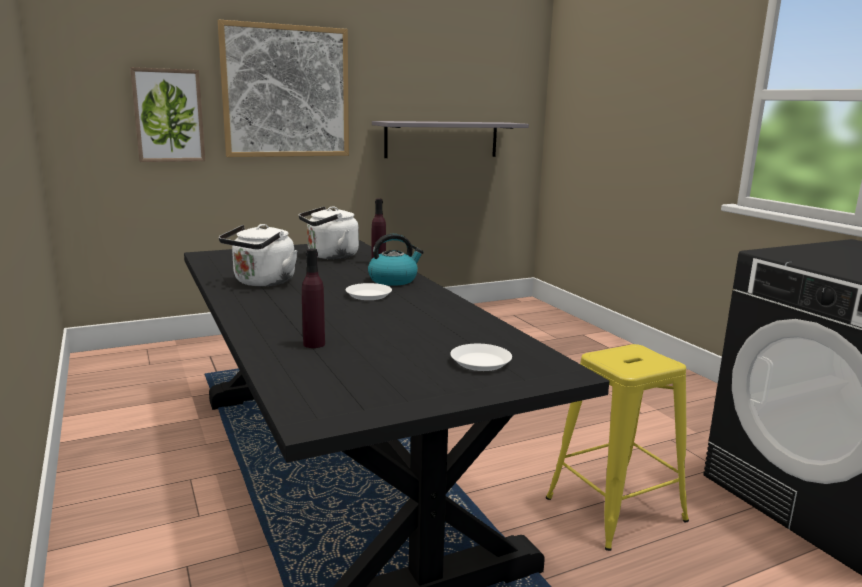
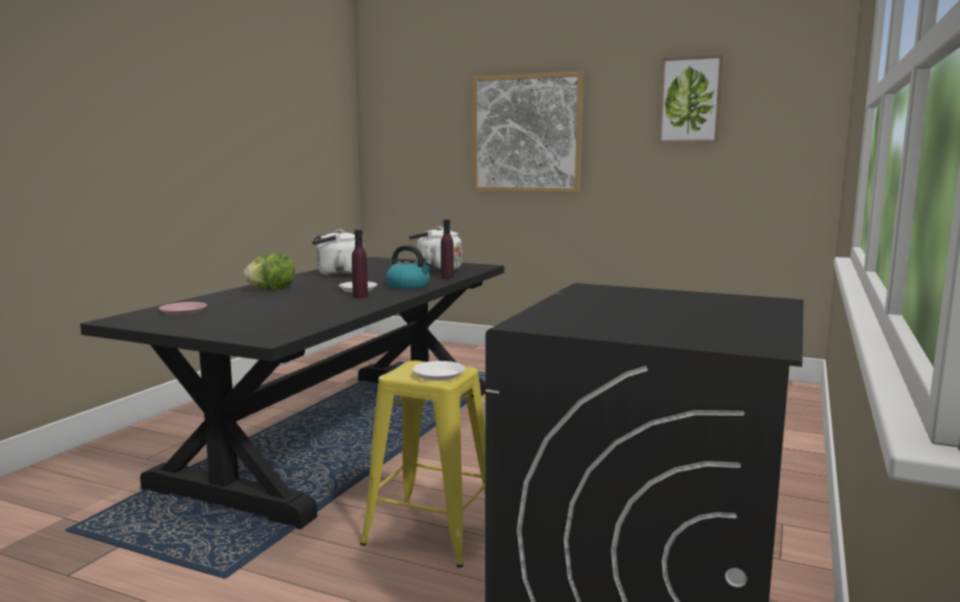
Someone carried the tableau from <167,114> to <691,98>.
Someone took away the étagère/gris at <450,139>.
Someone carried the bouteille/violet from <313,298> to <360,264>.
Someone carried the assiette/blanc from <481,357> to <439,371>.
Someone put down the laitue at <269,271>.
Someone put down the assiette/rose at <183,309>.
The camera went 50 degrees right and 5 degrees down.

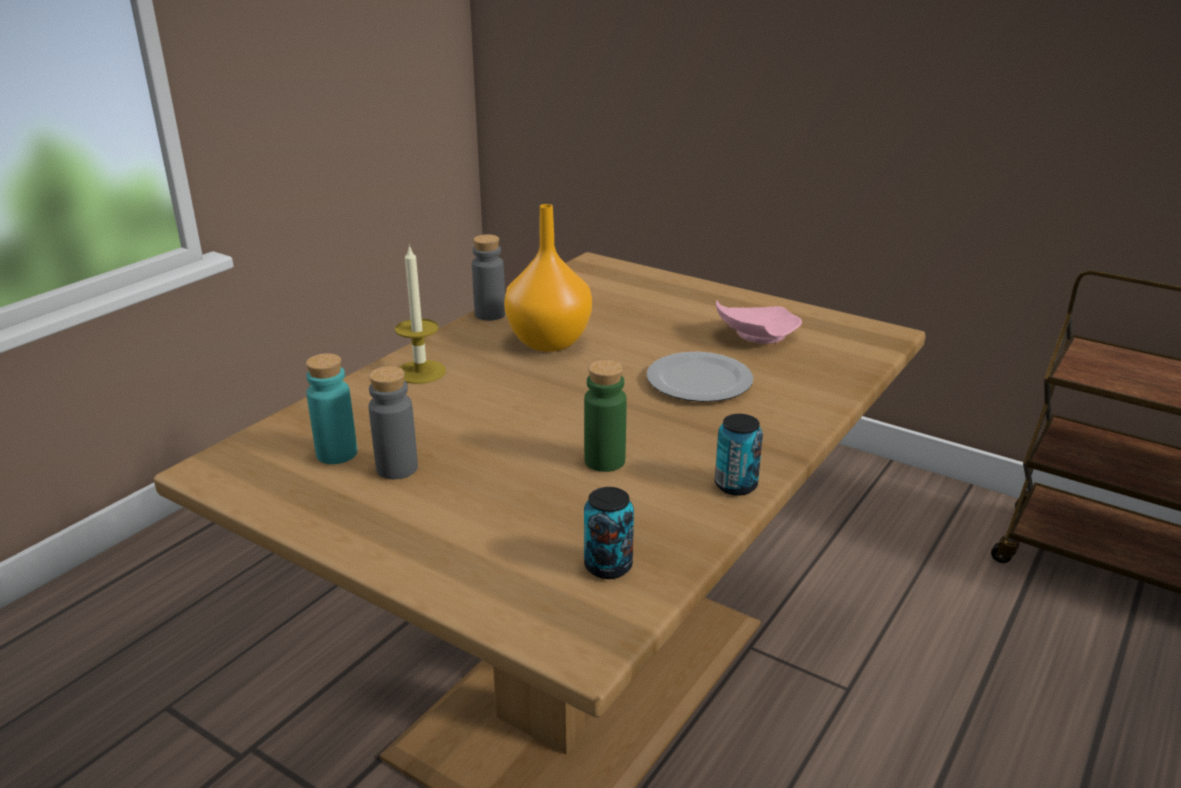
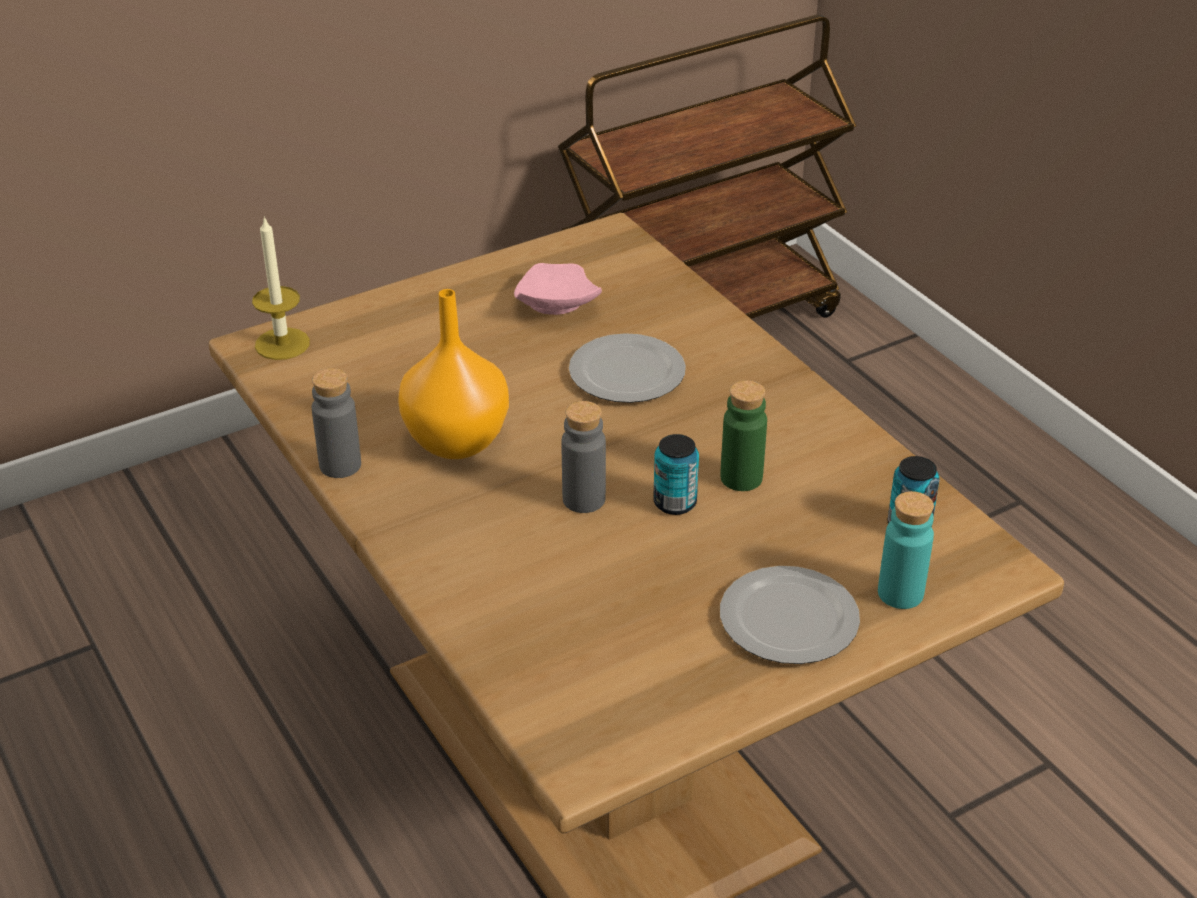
Someone carried the bougie from <420,314> to <281,288>.
Someone carried the bouteille/turquoise from <331,408> to <906,550>.
Someone carried the bouteille/gris from <393,422> to <584,457>.
Someone carried the boîte métallique from <739,455> to <676,474>.
Someone put down the assiette at <790,615>.
The camera went 65 degrees left and 10 degrees up.

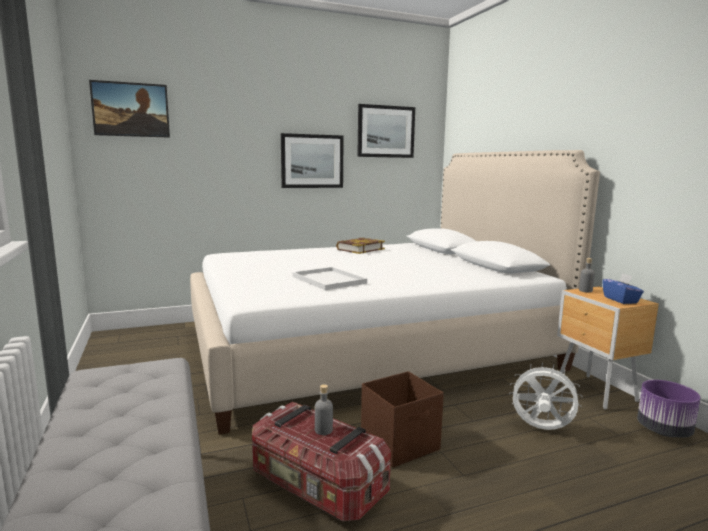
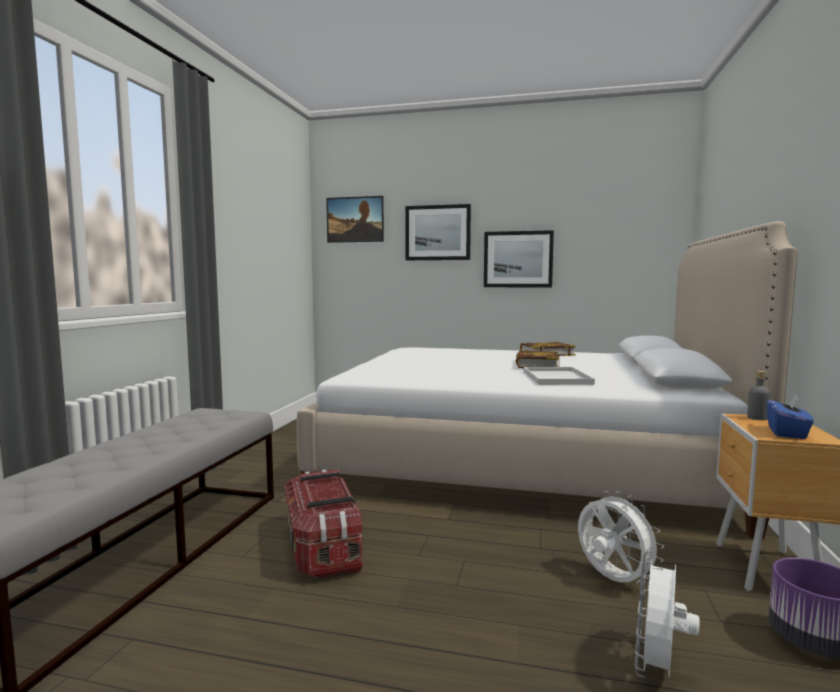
Someone carried the tableau from <386,131> to <438,232>.
Someone carried the plateau/blanc from <330,278> to <559,376>.
Someone took away the boîte de rangement/marron at <402,419>.
Someone took away the bouteille/gris at <324,409>.
Someone put down the livre at <537,359>.
Someone put down the ventilateur/blanc at <667,614>.
The camera went 35 degrees right and 5 degrees down.

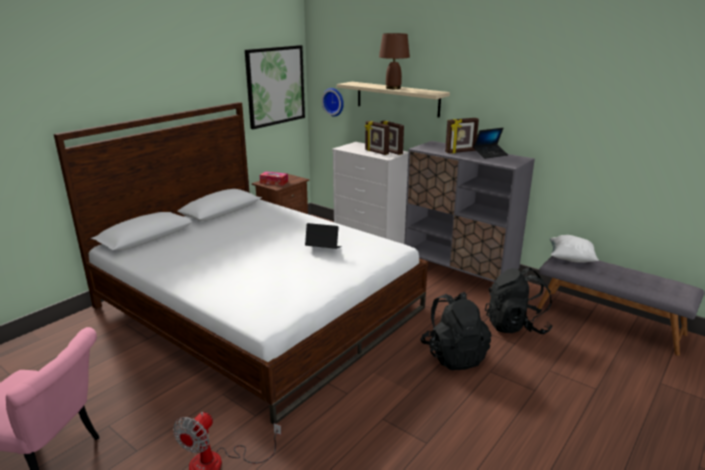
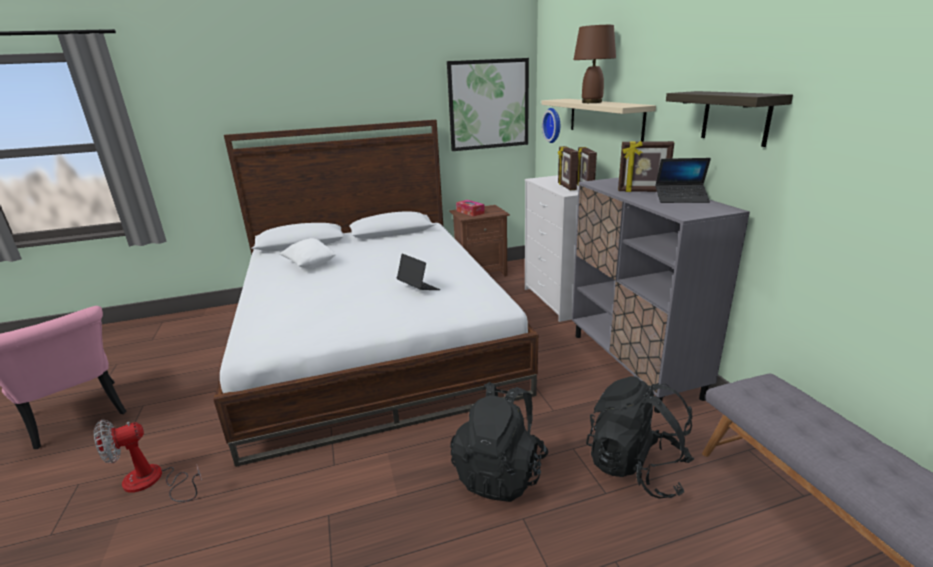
Someone carried the coussin/blanc from <574,249> to <308,253>.
Someone put up the étagère at <729,119>.
The camera went 35 degrees right and 0 degrees up.

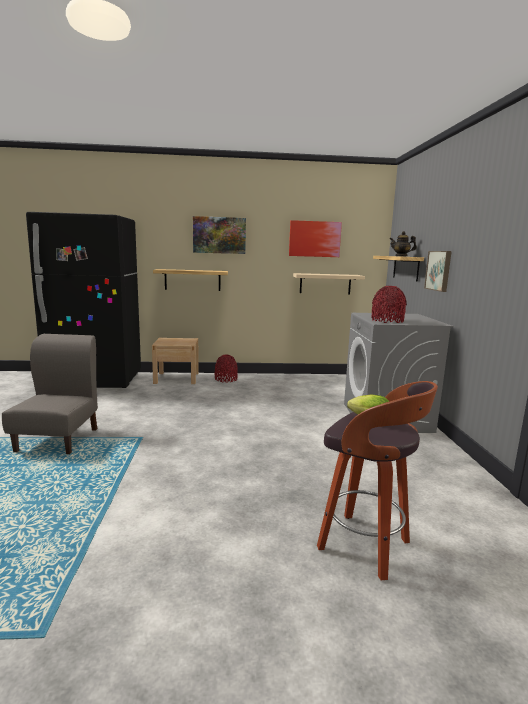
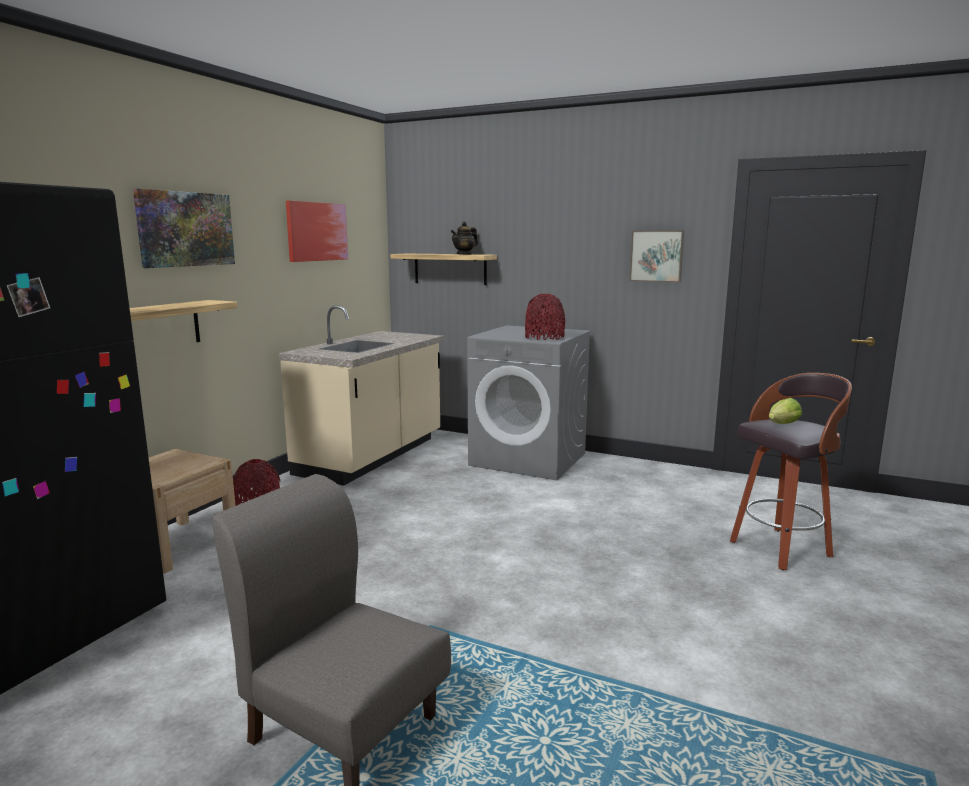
Someone carried the tableau from <438,271> to <656,256>.
Someone took away the étagère/beige at <329,283>.
Someone put down the comptoir de cuisine/beige at <361,395>.
The camera went 60 degrees left and 0 degrees up.

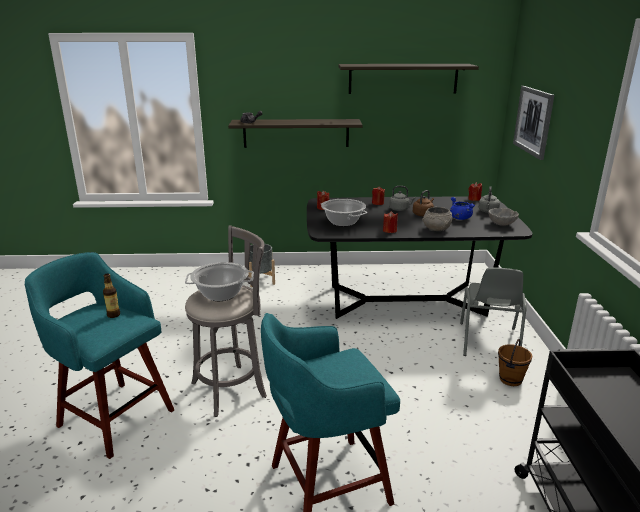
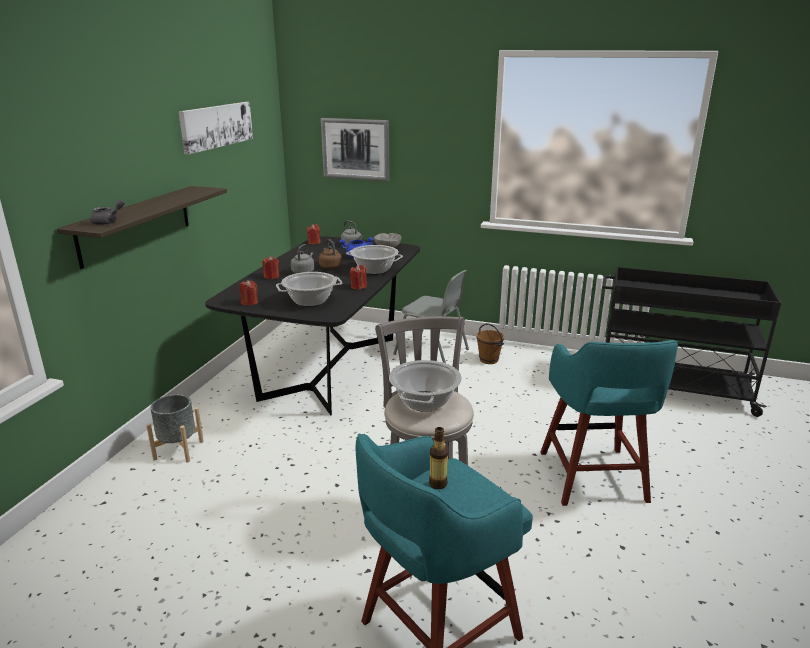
Someone swapped the étagère at <408,79> for the tableau at <216,128>.
Someone swapped the bol/gris at <437,219> for the marmite at <374,259>.
The camera went 70 degrees left and 0 degrees up.

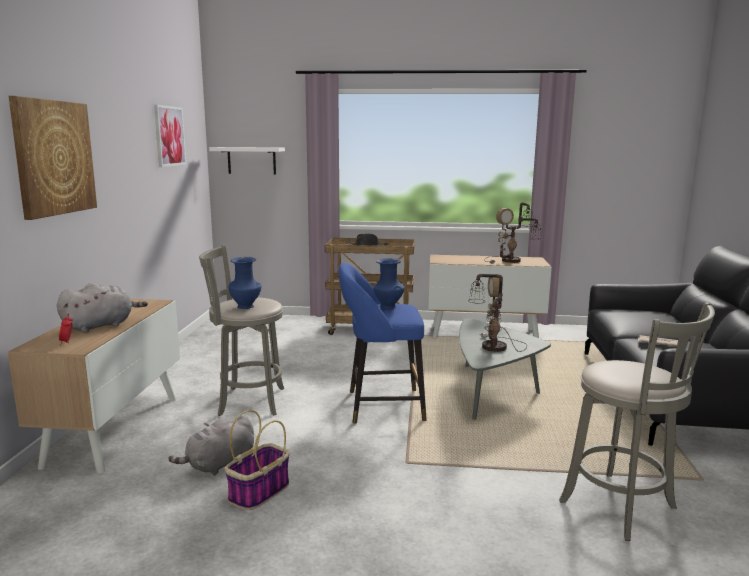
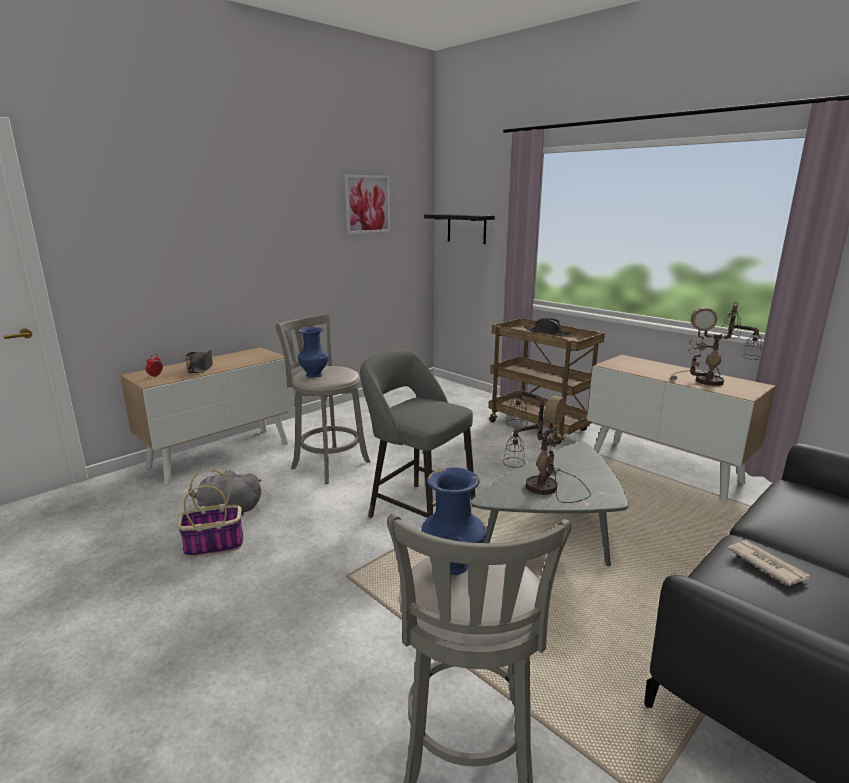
Someone took away the tableau at <53,158>.
Someone repainted the étagère/blanc at <247,160>, which became the étagère/noir at <459,229>.
Someone carried the vase/bleu from <389,283> to <453,521>.
Someone repainted the tabouret/bleu at <382,343>, which became the tabouret/gris at <418,433>.
Someone swapped the peluche/gris at <102,308> for the chapeau/noir at <199,361>.
The camera went 40 degrees right and 5 degrees up.

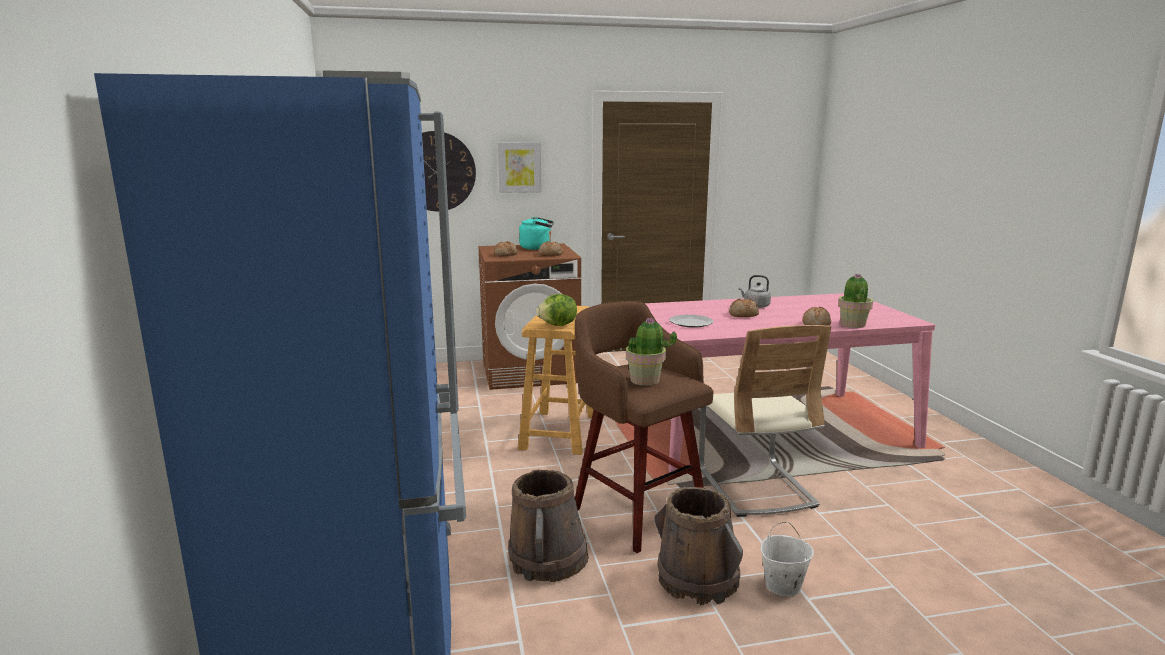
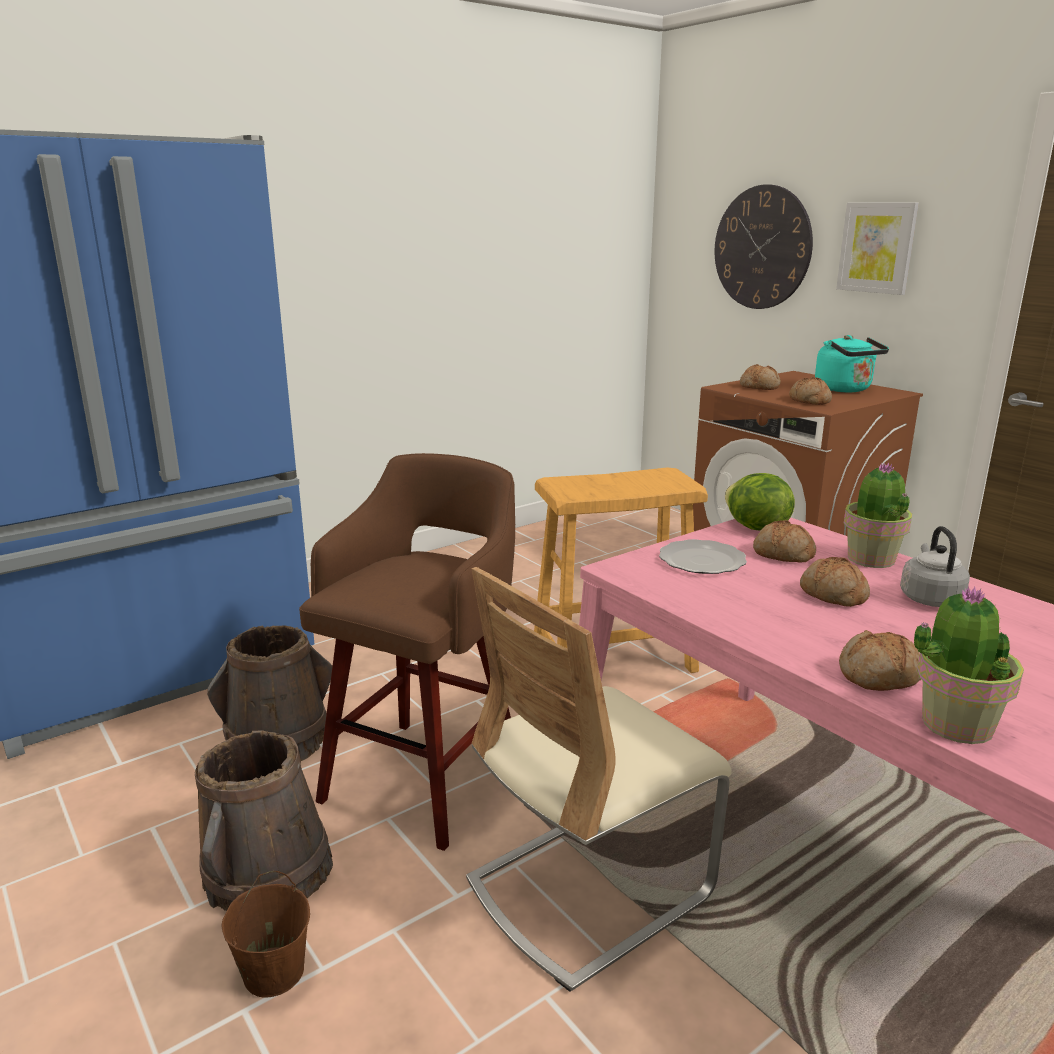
Someone carried the laitue from <556,310> to <760,502>.
Someone carried the plante en pot from <651,351> to <878,515>.
Someone repainted the seau/blanc at <787,559>, which became the seau/marron at <266,934>.
Someone put down the pain at <784,541>.
The camera went 65 degrees right and 5 degrees up.

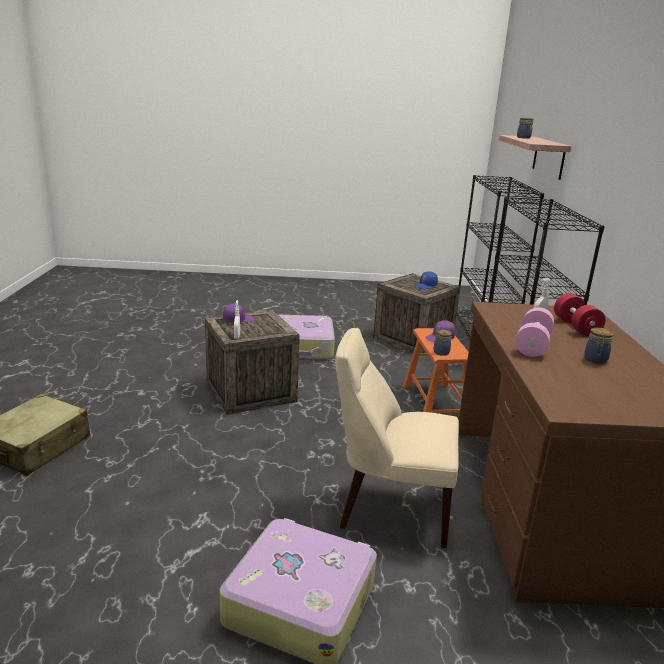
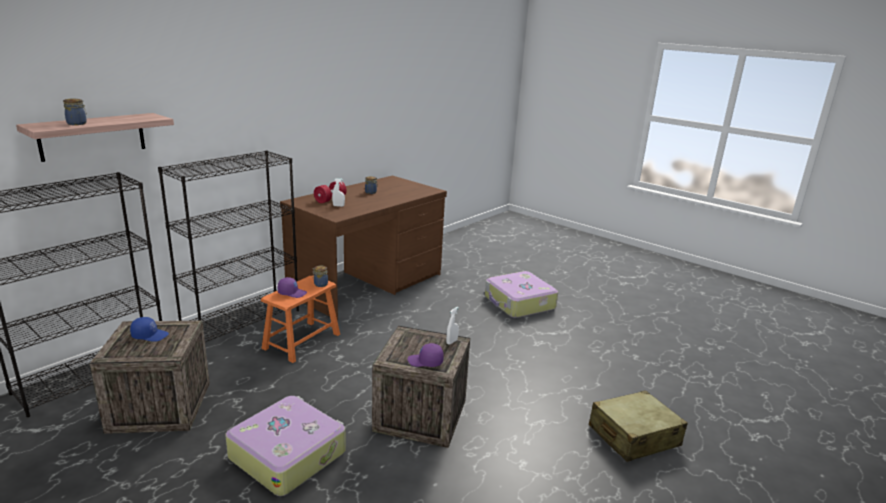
Someone took away the haltère/rose at <535,332>.
Someone took away the chaise/beige at <397,438>.
The camera went 140 degrees left and 0 degrees up.

